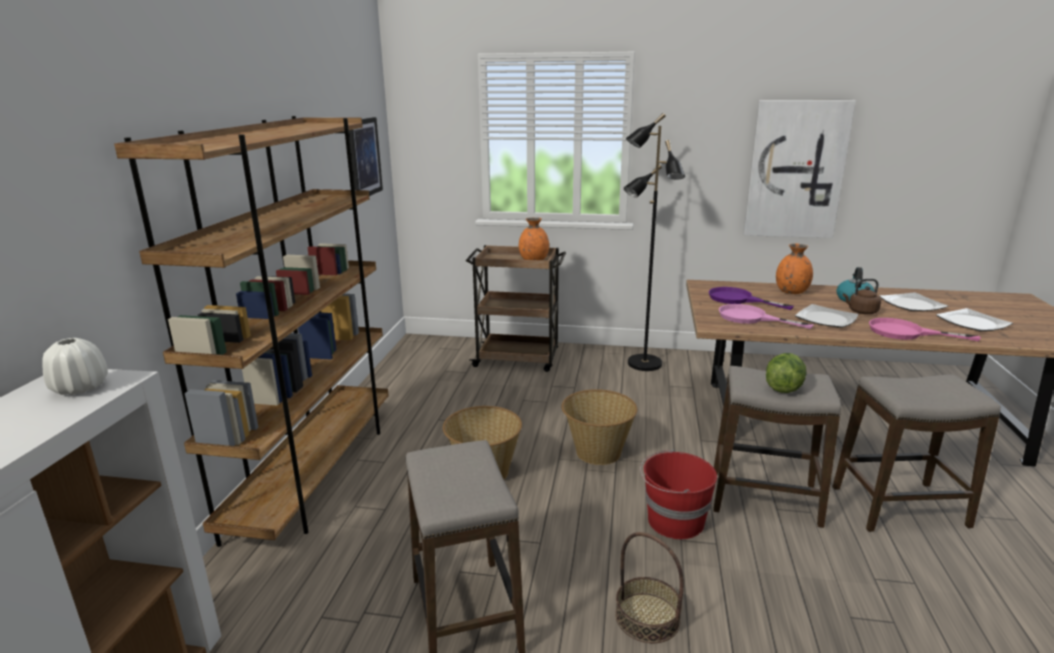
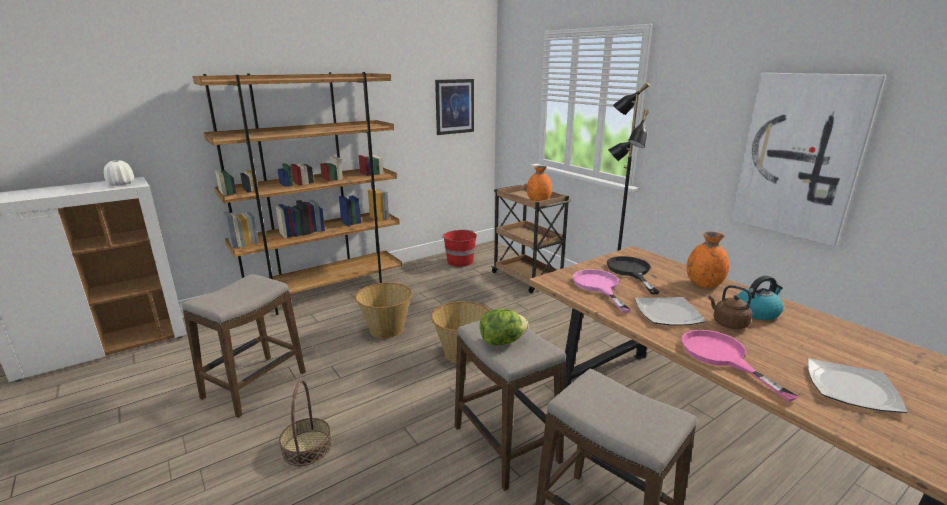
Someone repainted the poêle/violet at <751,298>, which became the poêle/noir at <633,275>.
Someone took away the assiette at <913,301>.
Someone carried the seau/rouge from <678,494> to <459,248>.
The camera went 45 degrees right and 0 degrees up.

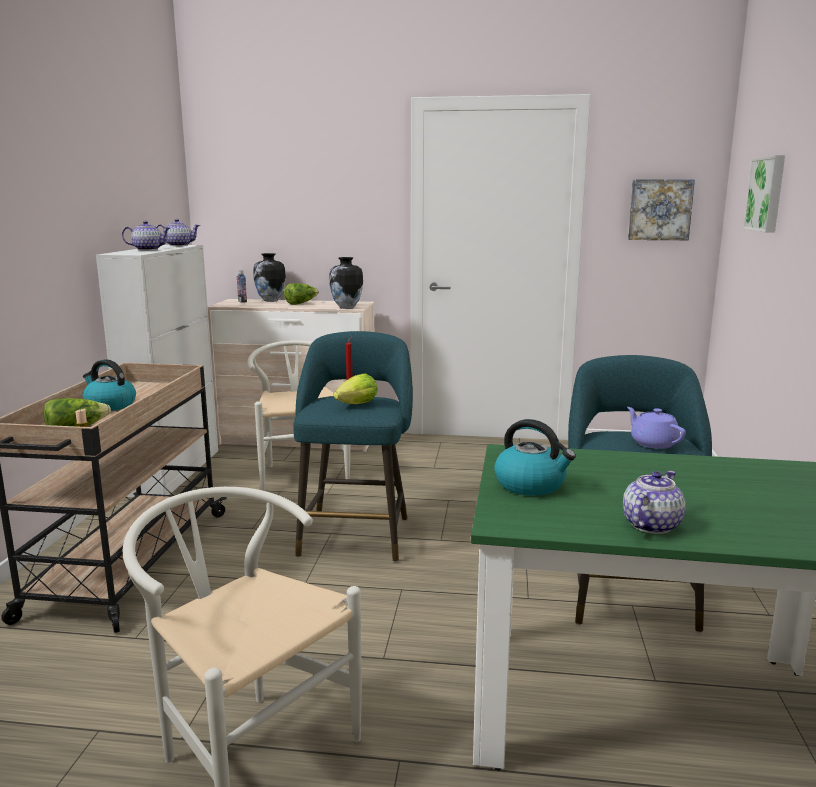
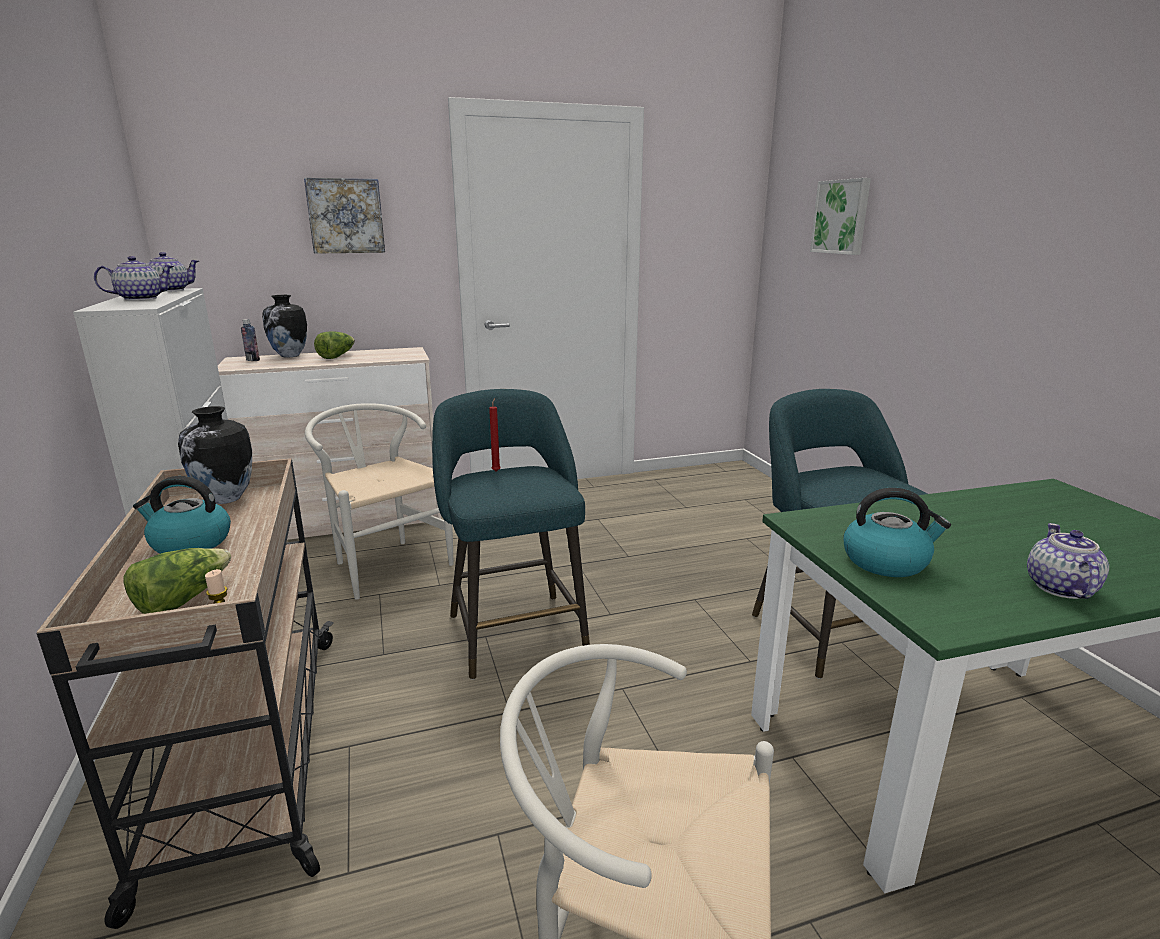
Someone carried the tableau from <661,209> to <344,216>.
Someone carried the vase from <346,283> to <215,455>.
Someone took away the laitue at <356,389>.
Someone took away the théière/violet at <656,428>.
The camera went 25 degrees left and 5 degrees up.

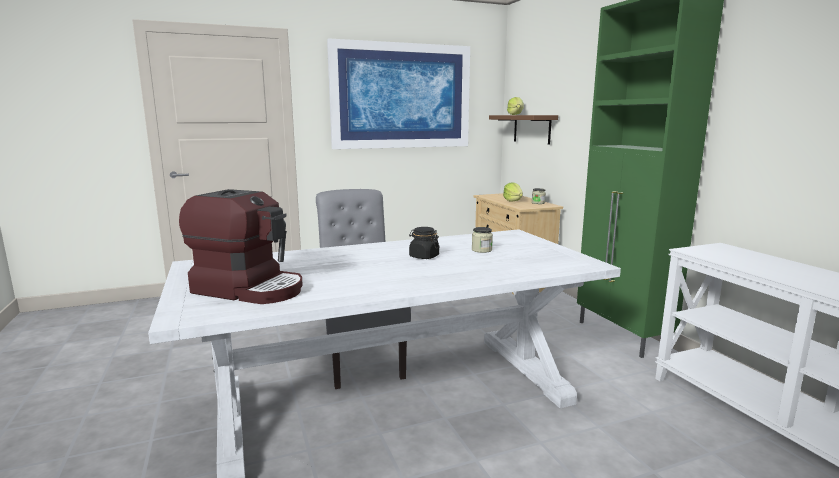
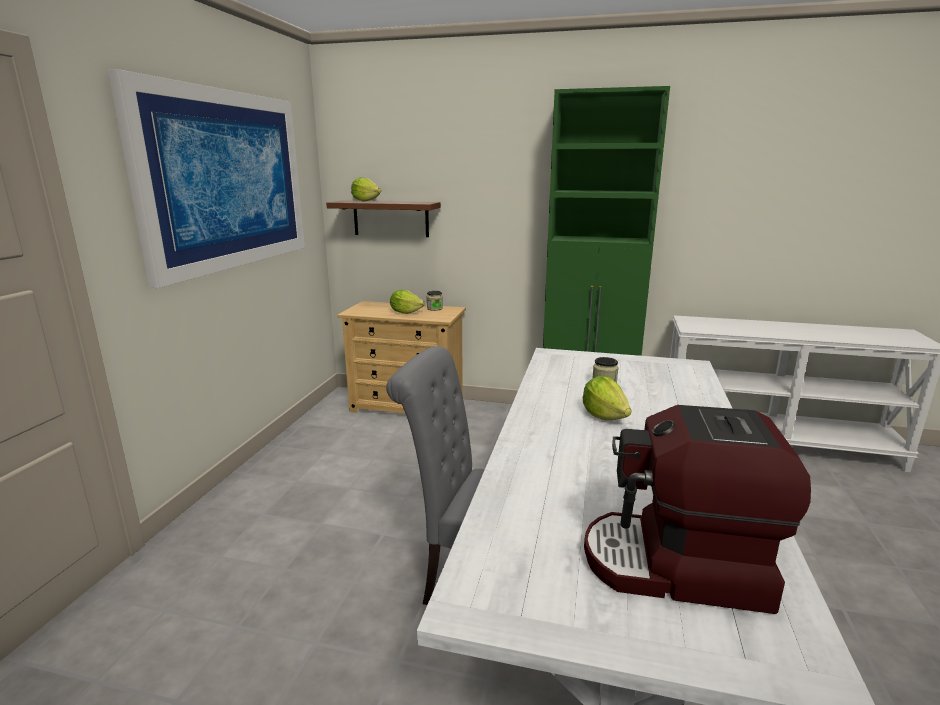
Someone rotated the machine à café at <241,246> by 135 degrees counterclockwise.
Someone swapped the bocal/noir at <424,243> for the laitue at <607,398>.
The camera went 55 degrees left and 5 degrees up.

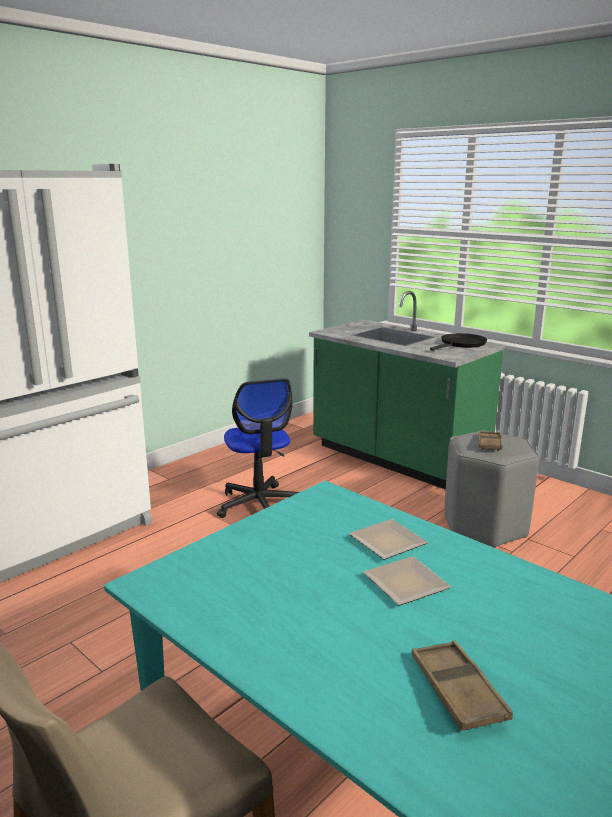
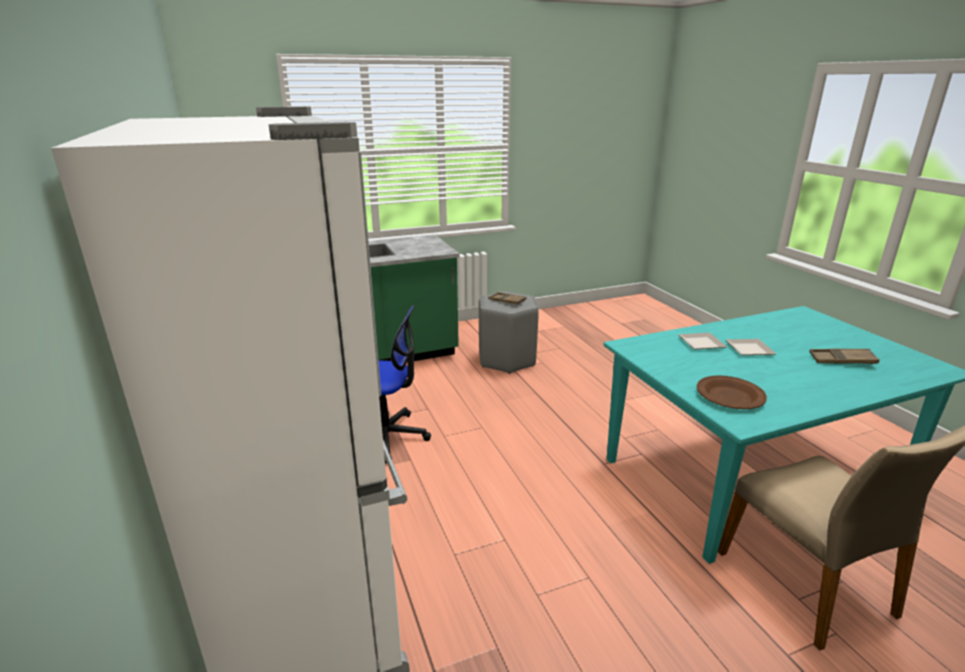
Someone took away the poêle/noir at <458,342>.
Someone put down the assiette/marron at <732,392>.
The camera went 65 degrees left and 5 degrees up.

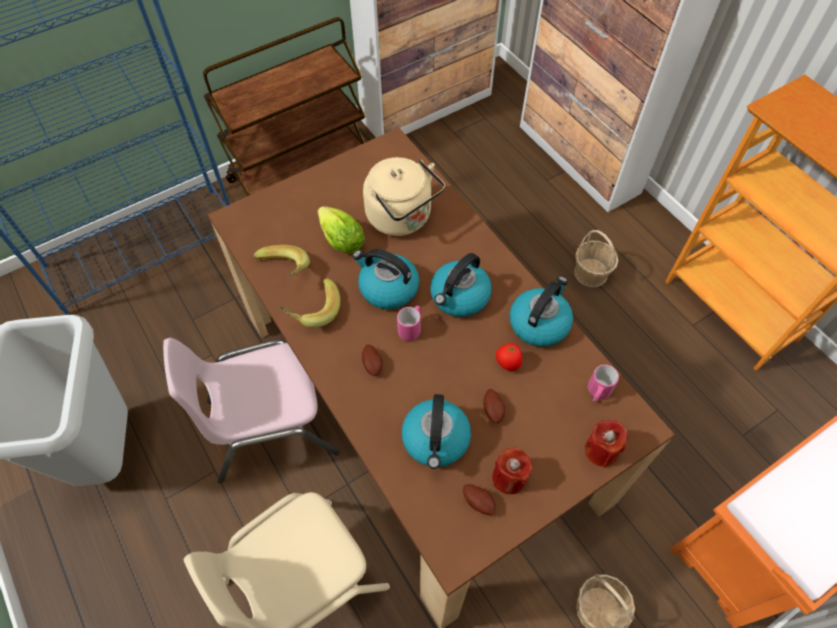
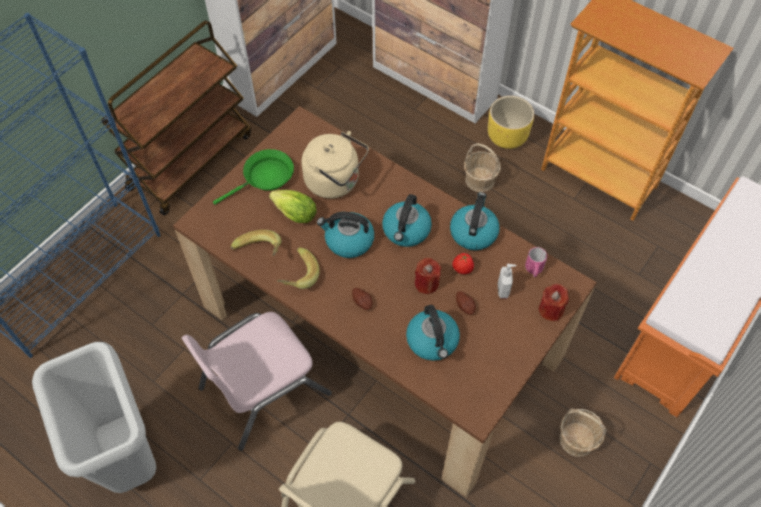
Someone took away the mug/rose at <409,323>.
Someone carried the bougie/rouge from <512,471> to <428,276>.
Someone took away the pomme de terre at <479,499>.
Someone put down the cache-pot/jaune at <511,122>.
Someone put down the poêle/vert at <253,177>.
Someone put down the distributeur de savon at <507,281>.
The camera went 20 degrees left and 0 degrees up.

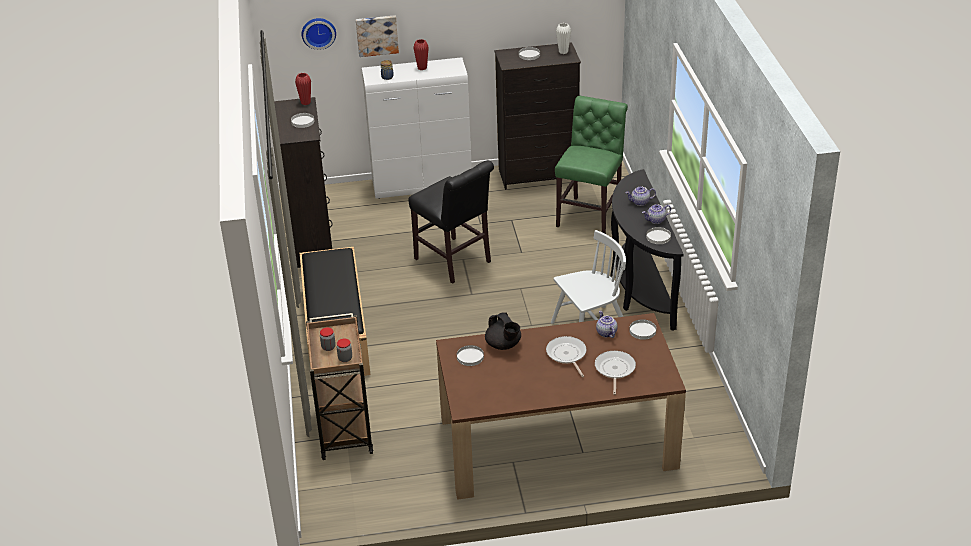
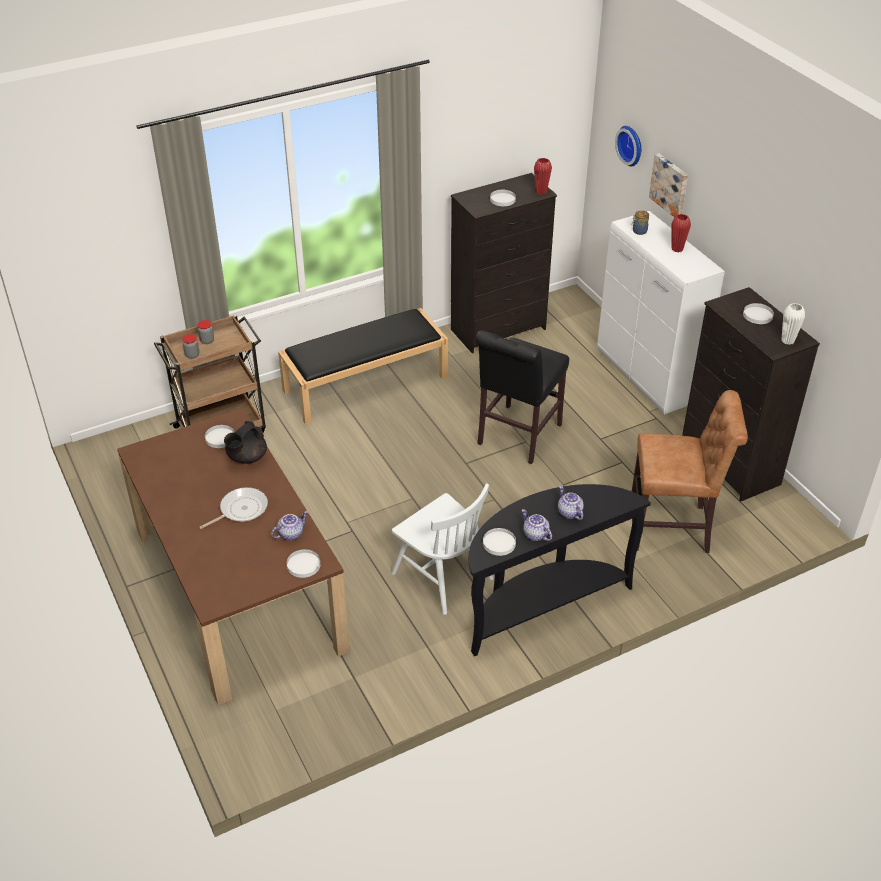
Someone repainted the chaise/vert at <591,165>, which became the chaise/marron at <690,471>.
Someone took away the poêle at <615,373>.
The camera went 70 degrees right and 5 degrees up.

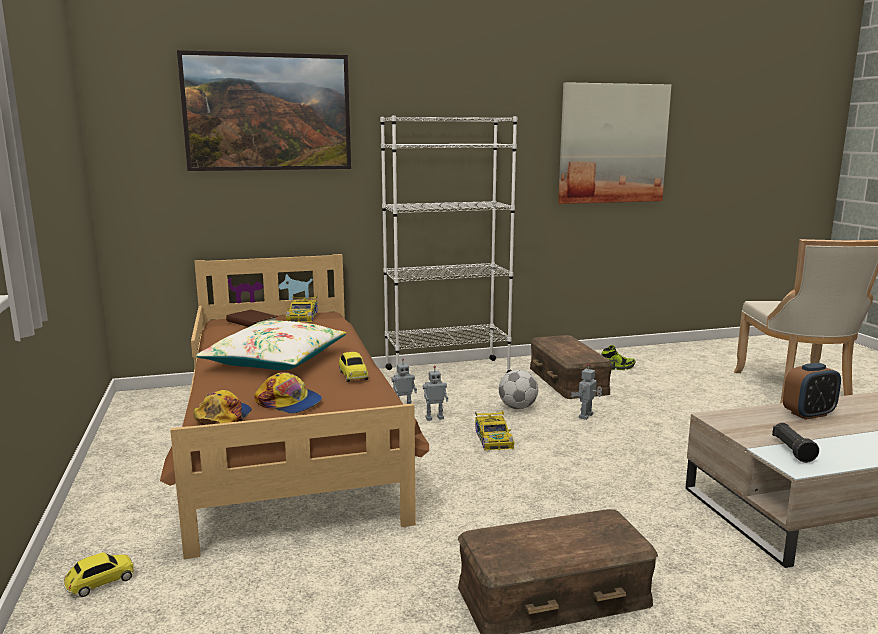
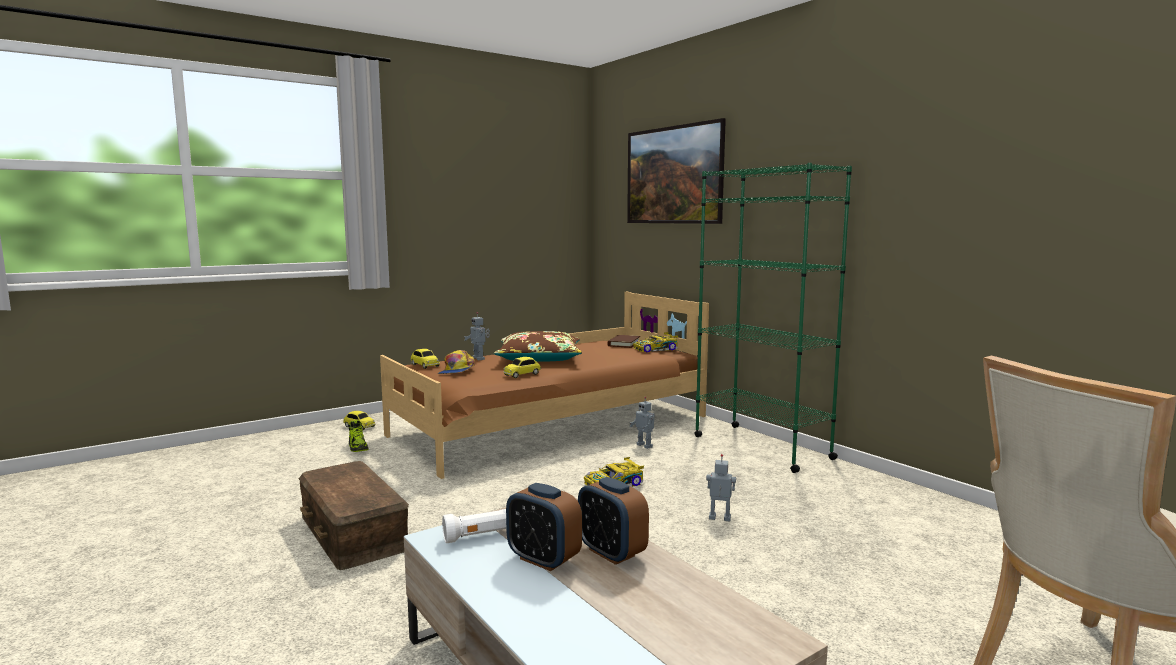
Someone took away the tableau at <615,143>.
Someone repainted the bibliothèque/blanc at <448,245>, which became the bibliothèque/vert at <773,318>.
Someone repainted the coussin/blanc at <271,345>, which became the coussin/marron at <538,346>.
Someone took away the boîte de rangement/marron at <571,367>.
Someone carried the chaussure from <618,357> to <358,436>.
Someone carried the robot jouet from <435,393> to <477,336>.
Someone took away the ballon de foot at <518,389>.
Someone swapped the casquette at <222,407> for the petite voiture at <425,359>.
Someone repainted the lampe de poche/noir at <795,443>, which became the lampe de poche/blanc at <474,526>.
Someone put down the réveil at <544,527>.
The camera went 70 degrees right and 5 degrees down.

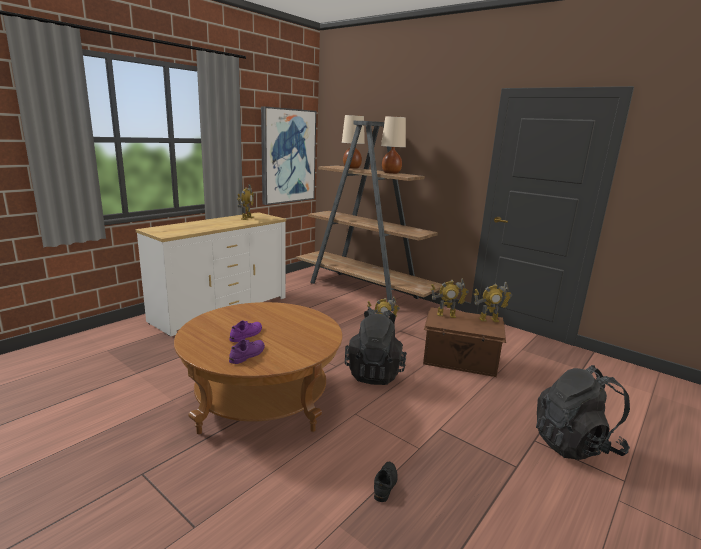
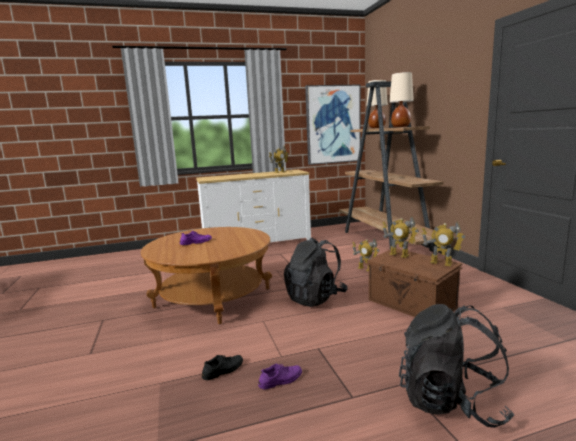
Someone carried the chaussure/violet from <247,351> to <280,376>.
The camera went 35 degrees right and 5 degrees down.

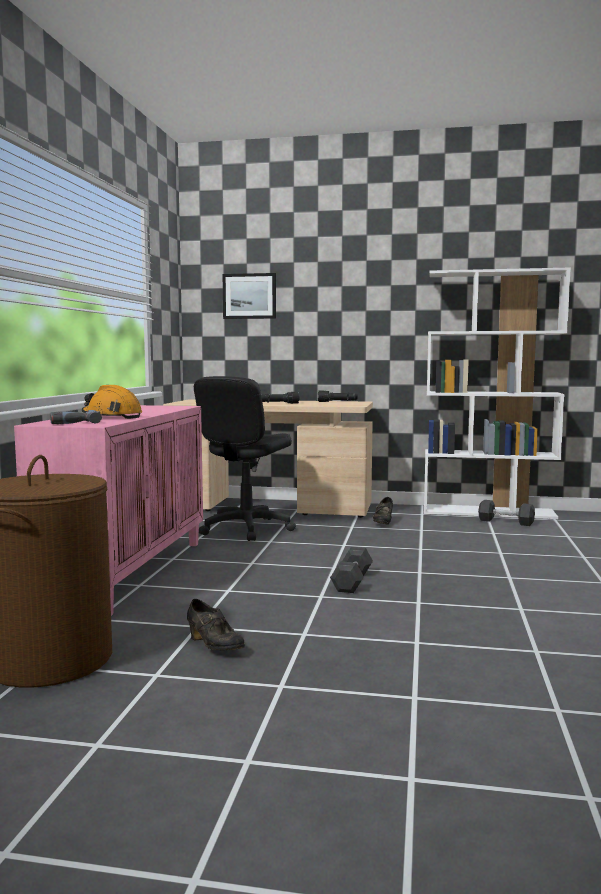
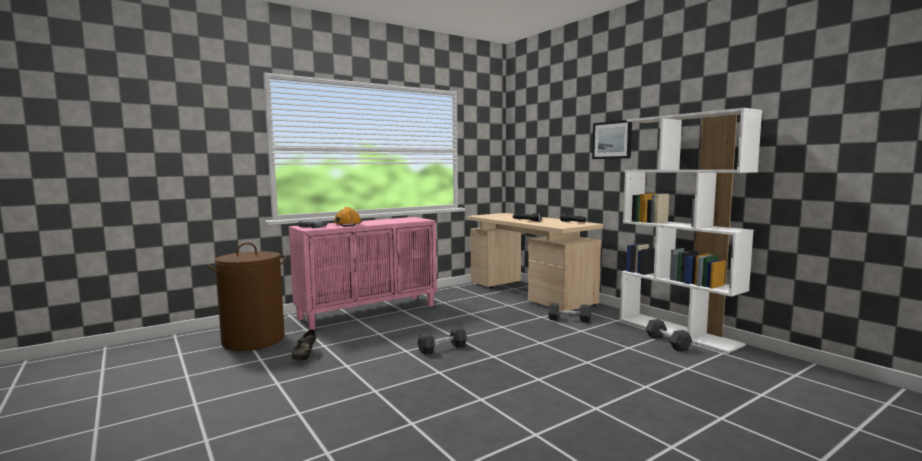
Someone carried the tableau from <249,296> to <612,139>.
Someone took away the chaise de bureau/noir at <245,458>.
Someone swapped the chaussure/noir at <383,511> for the haltère/gris at <570,312>.
The camera went 45 degrees right and 0 degrees up.

